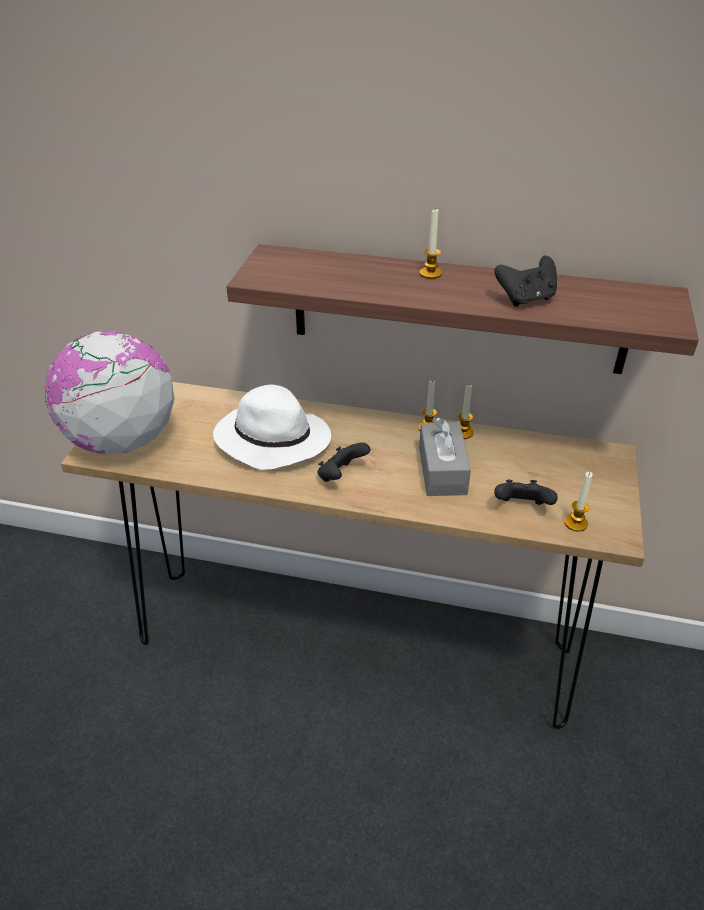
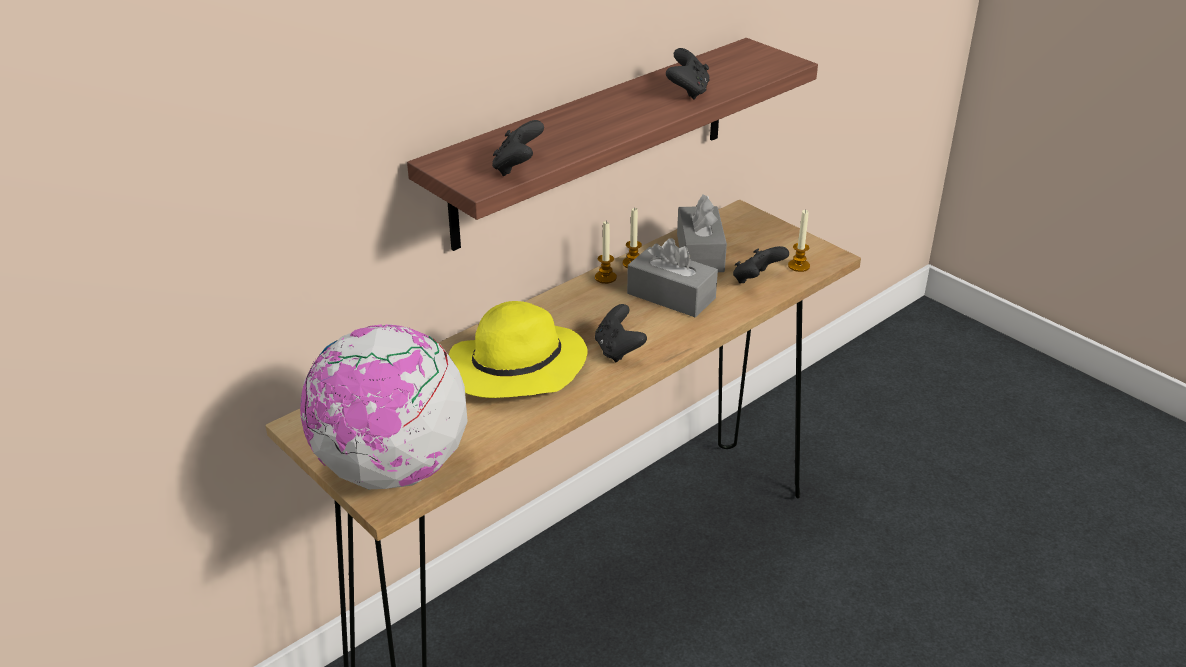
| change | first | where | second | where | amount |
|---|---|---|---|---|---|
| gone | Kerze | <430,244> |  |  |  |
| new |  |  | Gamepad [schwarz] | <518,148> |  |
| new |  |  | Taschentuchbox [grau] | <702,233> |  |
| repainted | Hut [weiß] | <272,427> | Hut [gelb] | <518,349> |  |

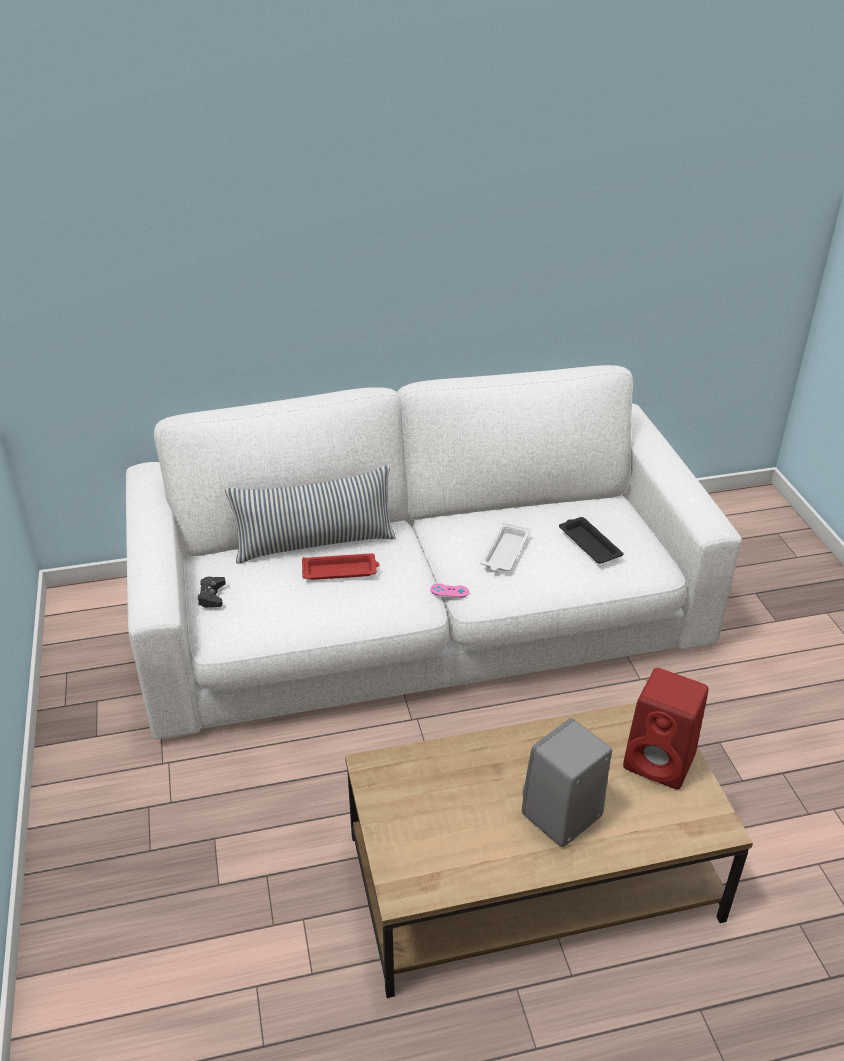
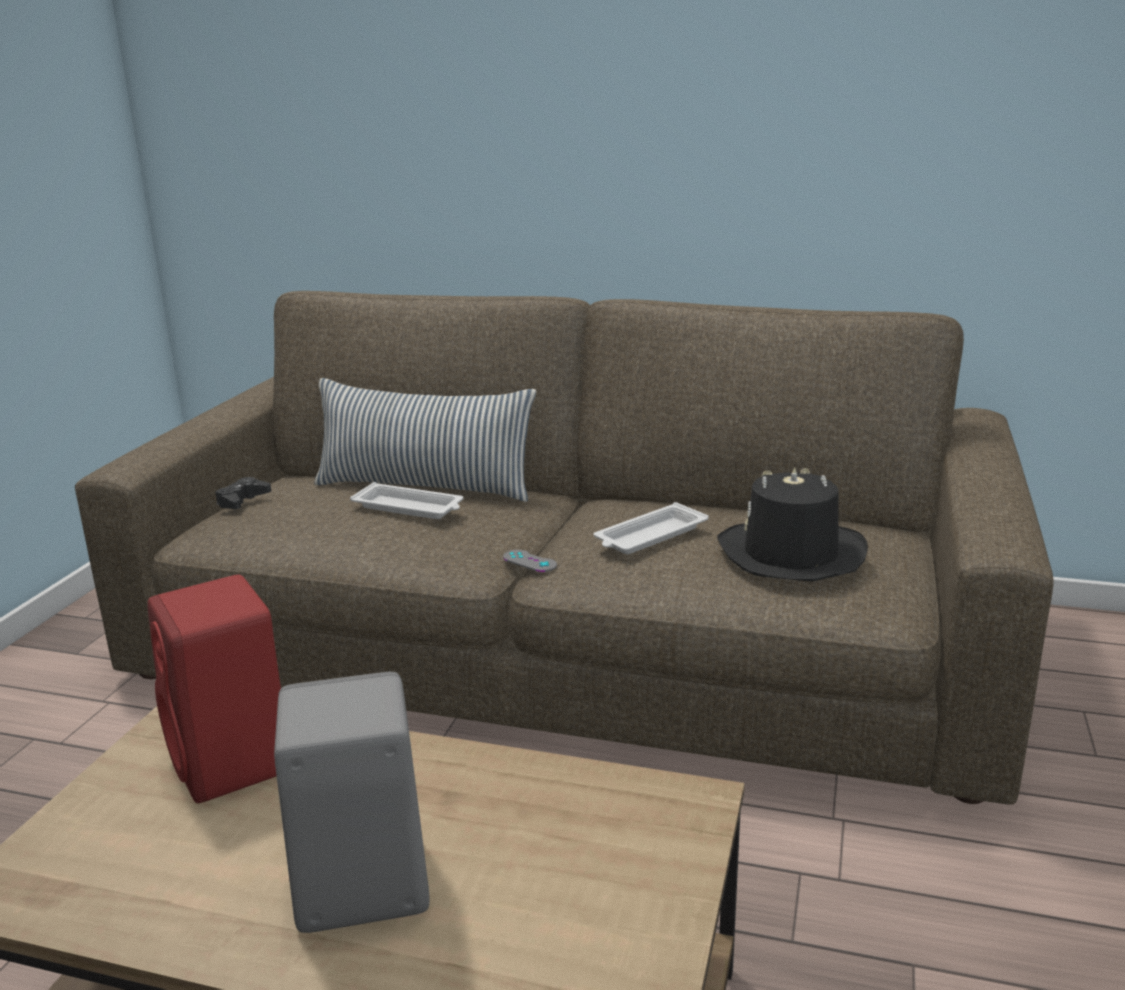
| change | first | where | second | where | amount |
|---|---|---|---|---|---|
| shifted | Lautsprecher [rot] | <665,728> |  | <214,689> |  |
| swapped | Tablett [schwarz] | <591,540> | Hut [schwarz] | <792,524> |  |
| repainted | Sofa [weiß] | <434,552> | Sofa [braun] | <564,548> |  |
| repainted | Tablett [rot] | <341,566> | Tablett [weiß] | <407,500> |  |
| repainted | Gamepad [rosa] | <449,590> | Gamepad [grau] | <530,561> |  |

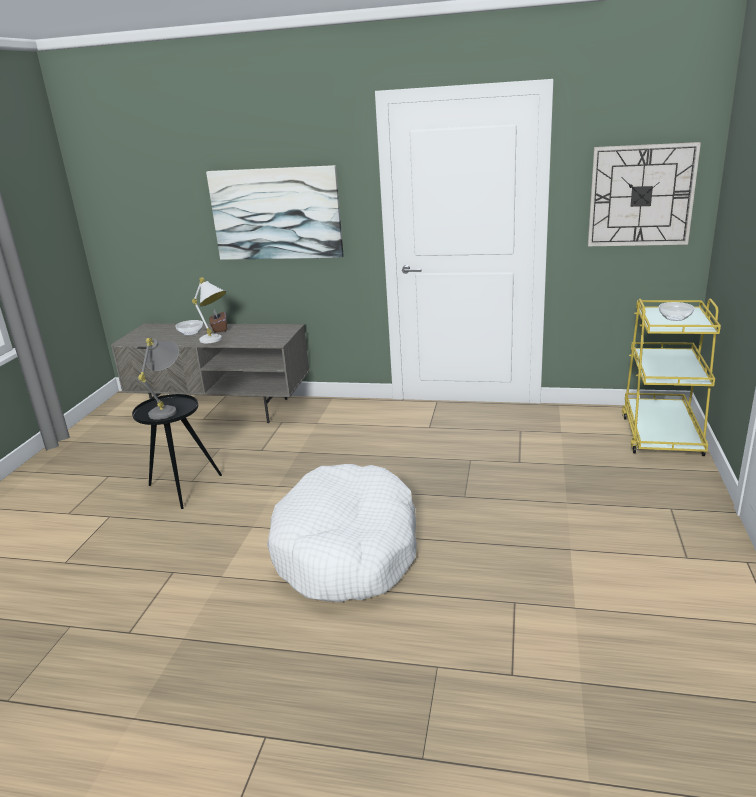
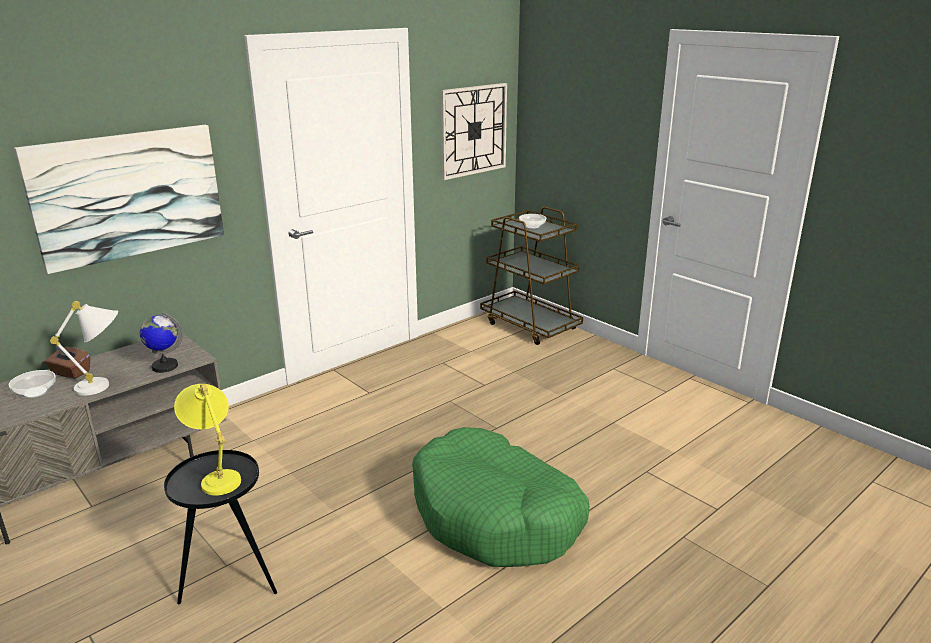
| change | first | where | second | where | amount |
|---|---|---|---|---|---|
| new |  |  | Globus | <161,343> |  |
| repainted | Tischlampe [grau] | <158,379> | Tischlampe [gelb] | <207,439> |  |
| repainted | Hundebett [weiß] | <342,533> | Hundebett [grün] | <500,497> |  |
| repainted | Rollwagen [gelb] | <671,377> | Rollwagen [braun] | <531,275> |  |

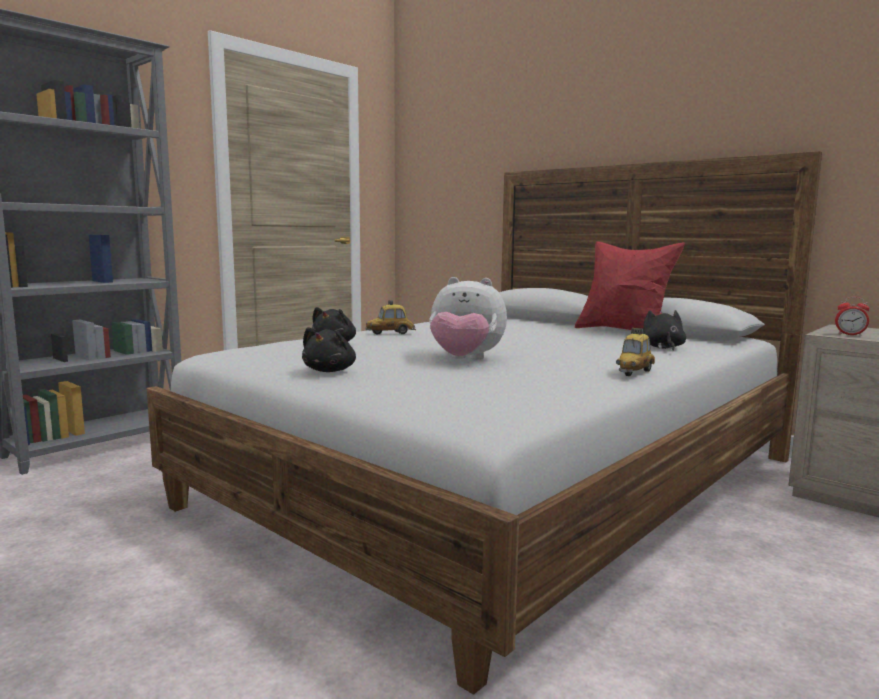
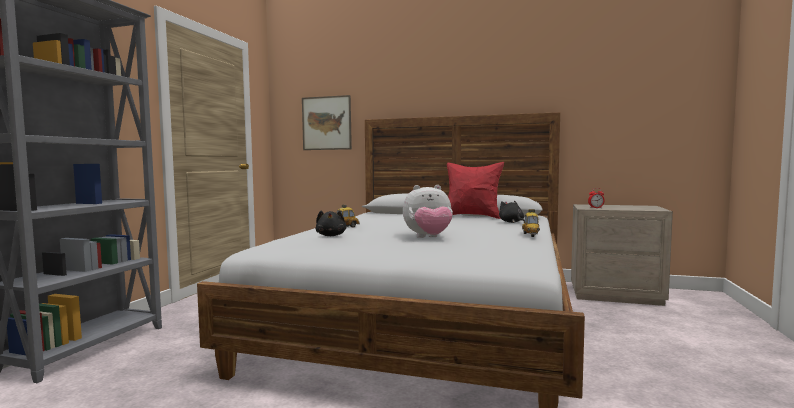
| change | first | where | second | where | amount |
|---|---|---|---|---|---|
| gone | Plüschtier [schwarz] | <329,349> |  |  |  |
| new |  |  | Bild | <327,122> |  |

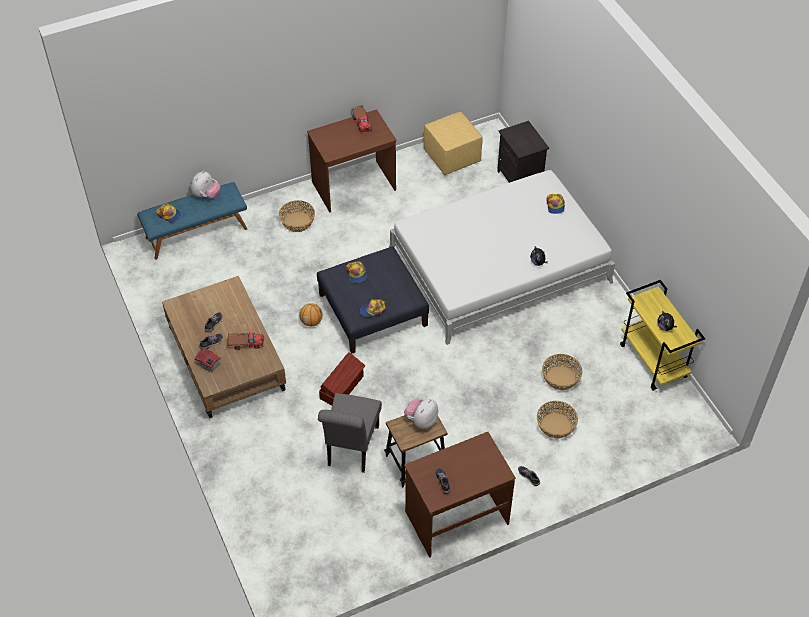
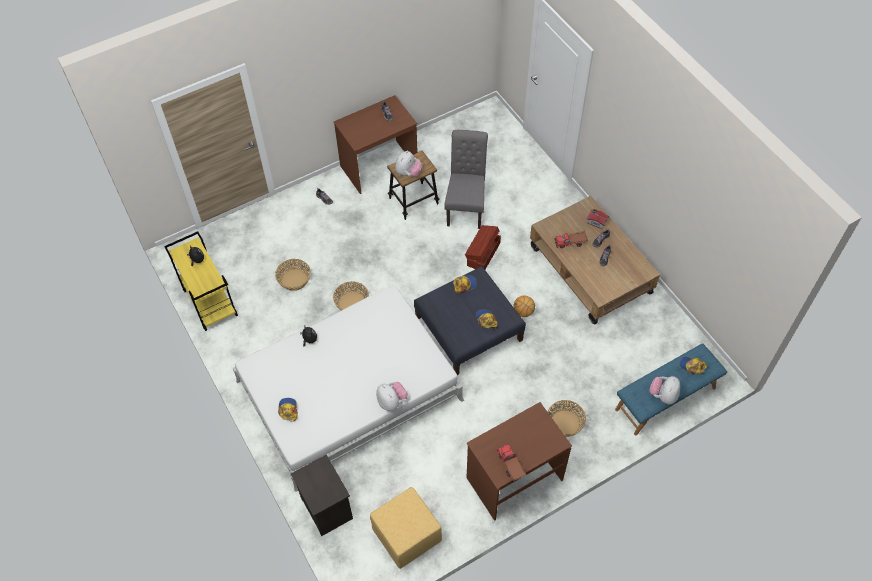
| change | first | where | second | where | amount |
|---|---|---|---|---|---|
| new |  |  | Plüschtier | <392,396> |  |
| shifted | Korb | <557,420> |  | <351,295> |  |

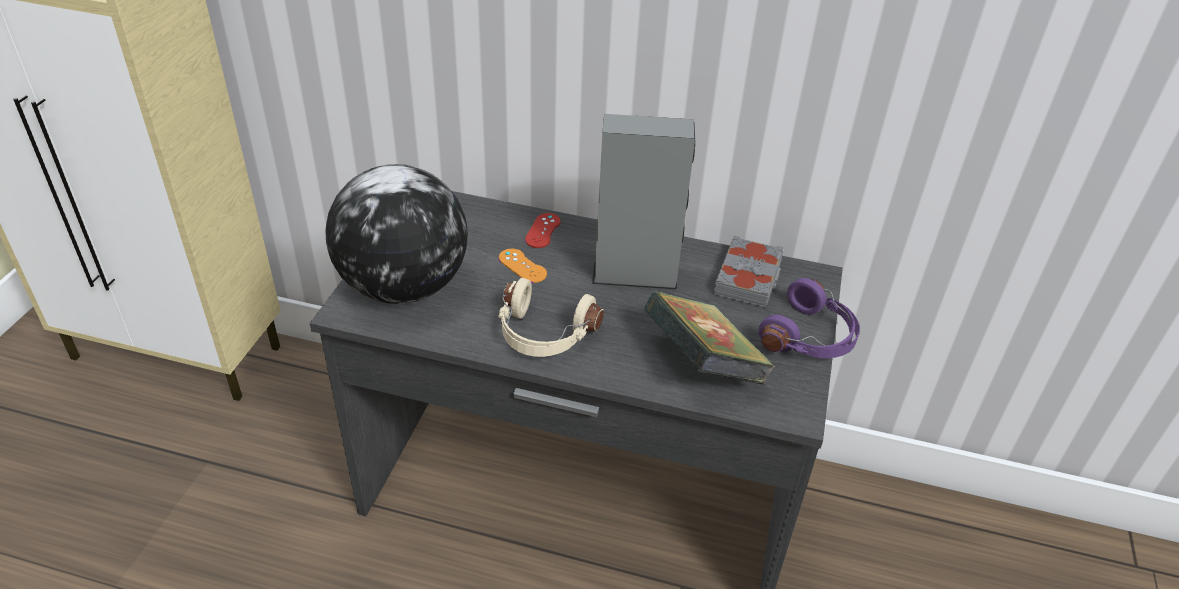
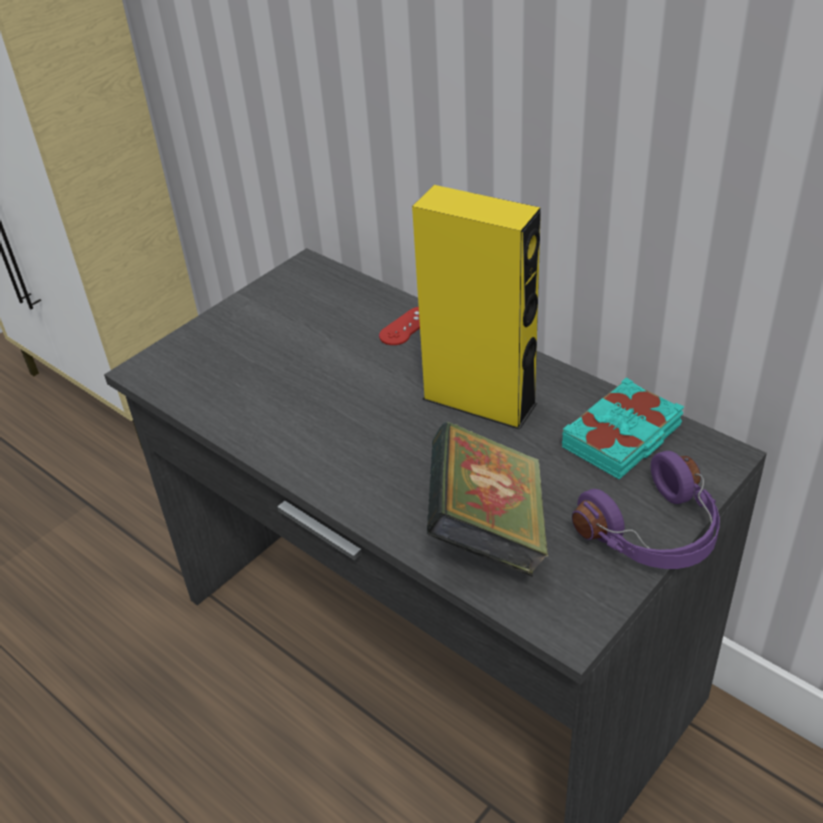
| change | first | where | second | where | amount |
|---|---|---|---|---|---|
| gone | Globus | <396,234> |  |  |  |
| gone | Kopfhörer [beige] | <551,317> |  |  |  |
| gone | Gamepad [orange] | <523,266> |  |  |  |
| repainted | Lautsprecher [grau] | <643,201> | Lautsprecher [gelb] | <476,307> |  |
| repainted | Buch [grau] | <749,272> | Buch [türkis] | <623,429> |  |

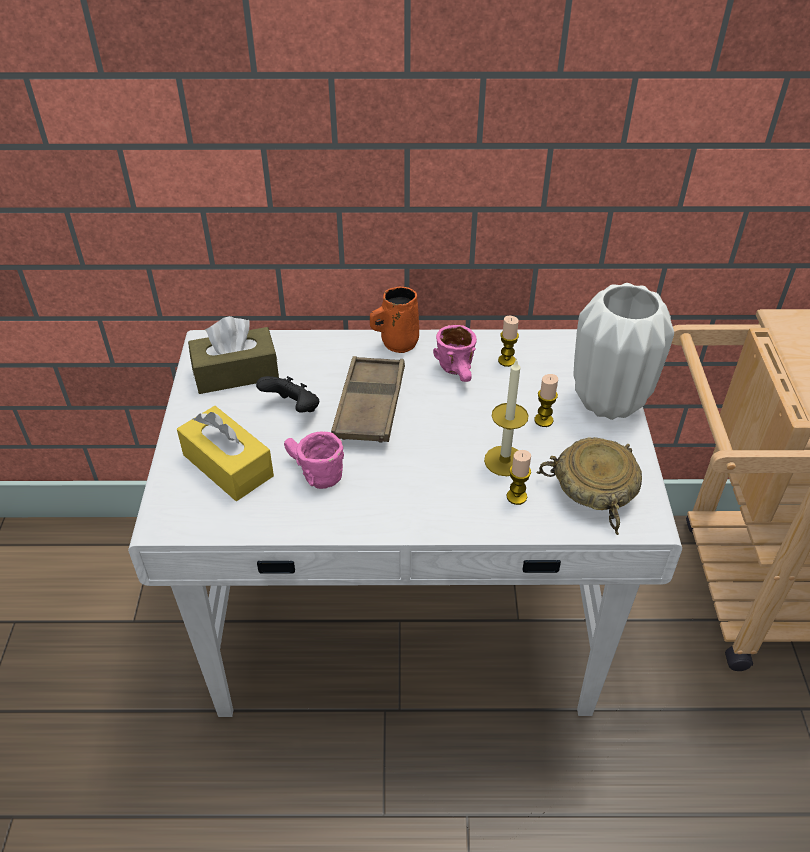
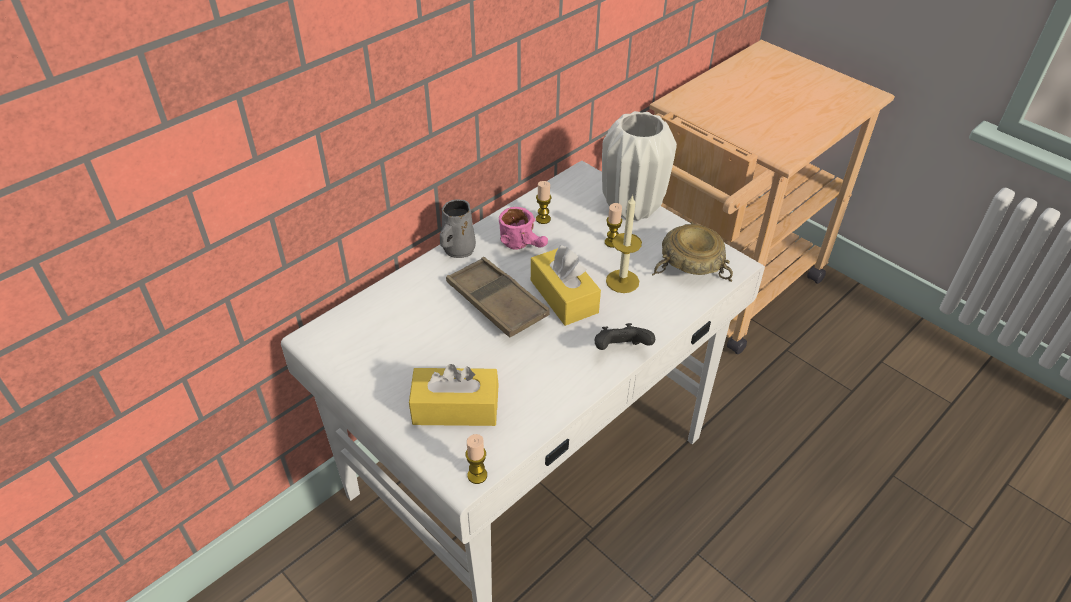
| change | first | where | second | where | amount |
|---|---|---|---|---|---|
| gone | Taschentuchbox [braun] | <233,355> |  |  |  |
| gone | Henkelbecher [rosa] | <314,460> |  |  |  |
| new |  |  | Taschentuchbox [gelb] | <566,285> |  |
| shifted | Gamepad [schwarz] | <287,394> |  | <625,336> |  |
| shifted | Kerze | <519,477> |  | <476,459> |  |
| repainted | Henkelbecher [orange] | <394,320> | Henkelbecher [grau] | <458,228> |  |

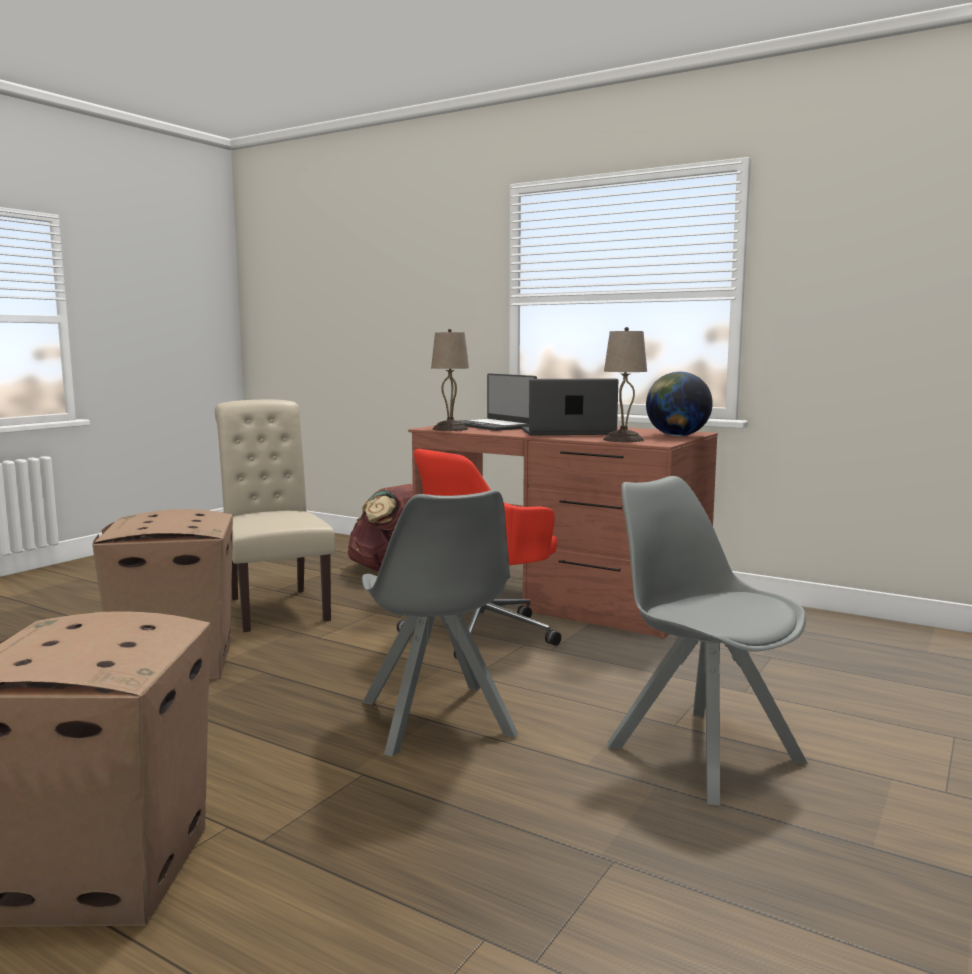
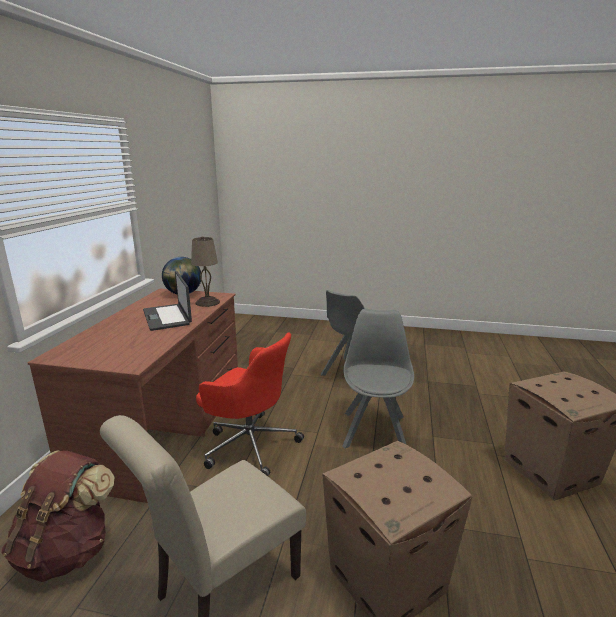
| change | first | where | second | where | amount |
|---|---|---|---|---|---|
| gone | Tischlampe [beige] | <450,380> |  |  |  |
| gone | Laptop | <497,402> |  |  |  |
| rotated | Stuhl [grau] | <440,623> |  | <378,379> | 45 degrees counterclockwise |

